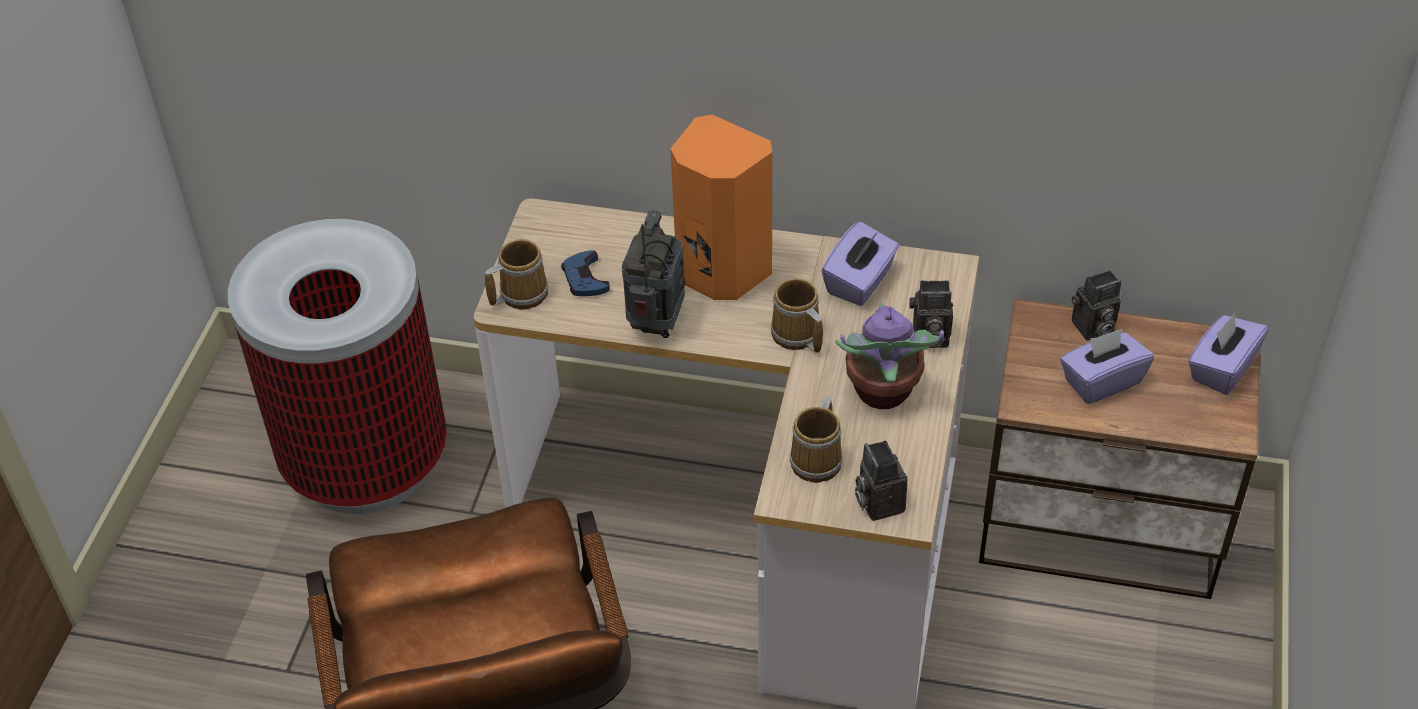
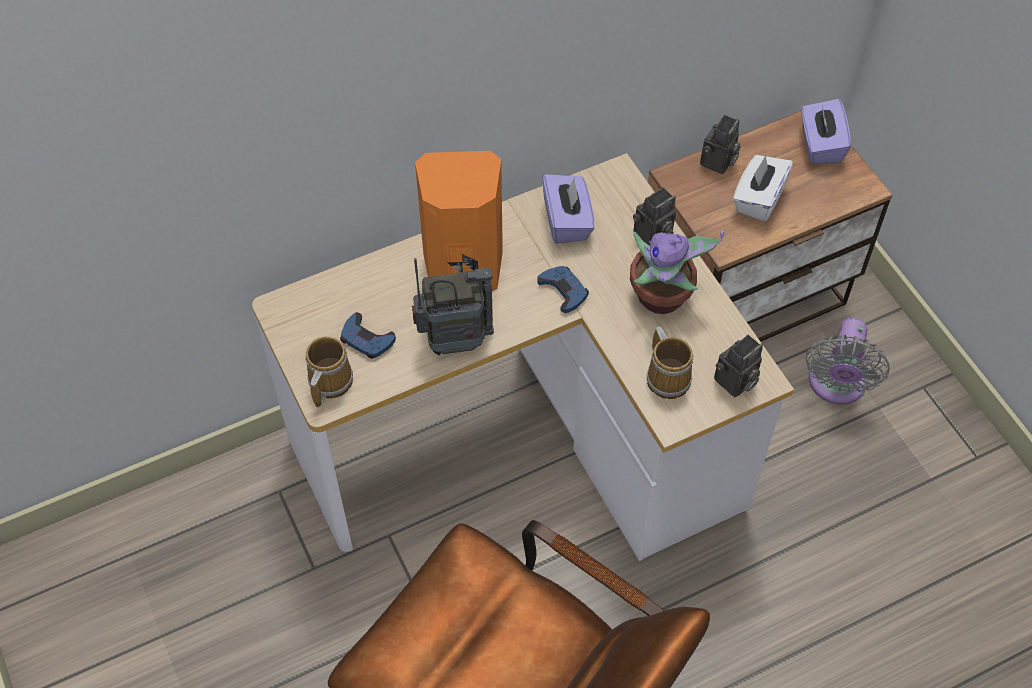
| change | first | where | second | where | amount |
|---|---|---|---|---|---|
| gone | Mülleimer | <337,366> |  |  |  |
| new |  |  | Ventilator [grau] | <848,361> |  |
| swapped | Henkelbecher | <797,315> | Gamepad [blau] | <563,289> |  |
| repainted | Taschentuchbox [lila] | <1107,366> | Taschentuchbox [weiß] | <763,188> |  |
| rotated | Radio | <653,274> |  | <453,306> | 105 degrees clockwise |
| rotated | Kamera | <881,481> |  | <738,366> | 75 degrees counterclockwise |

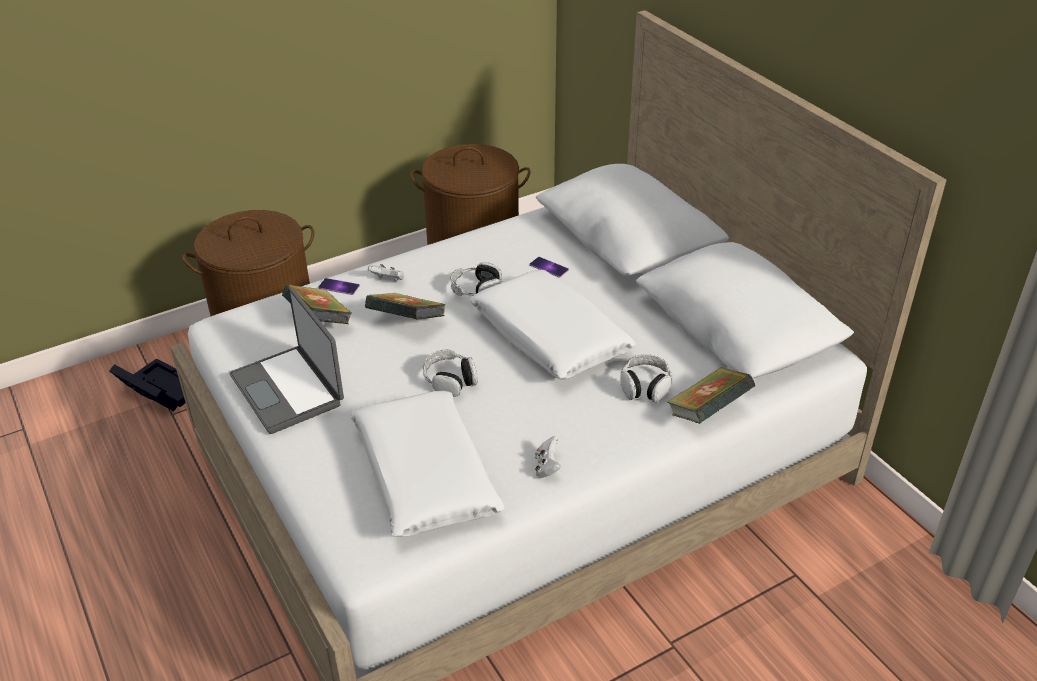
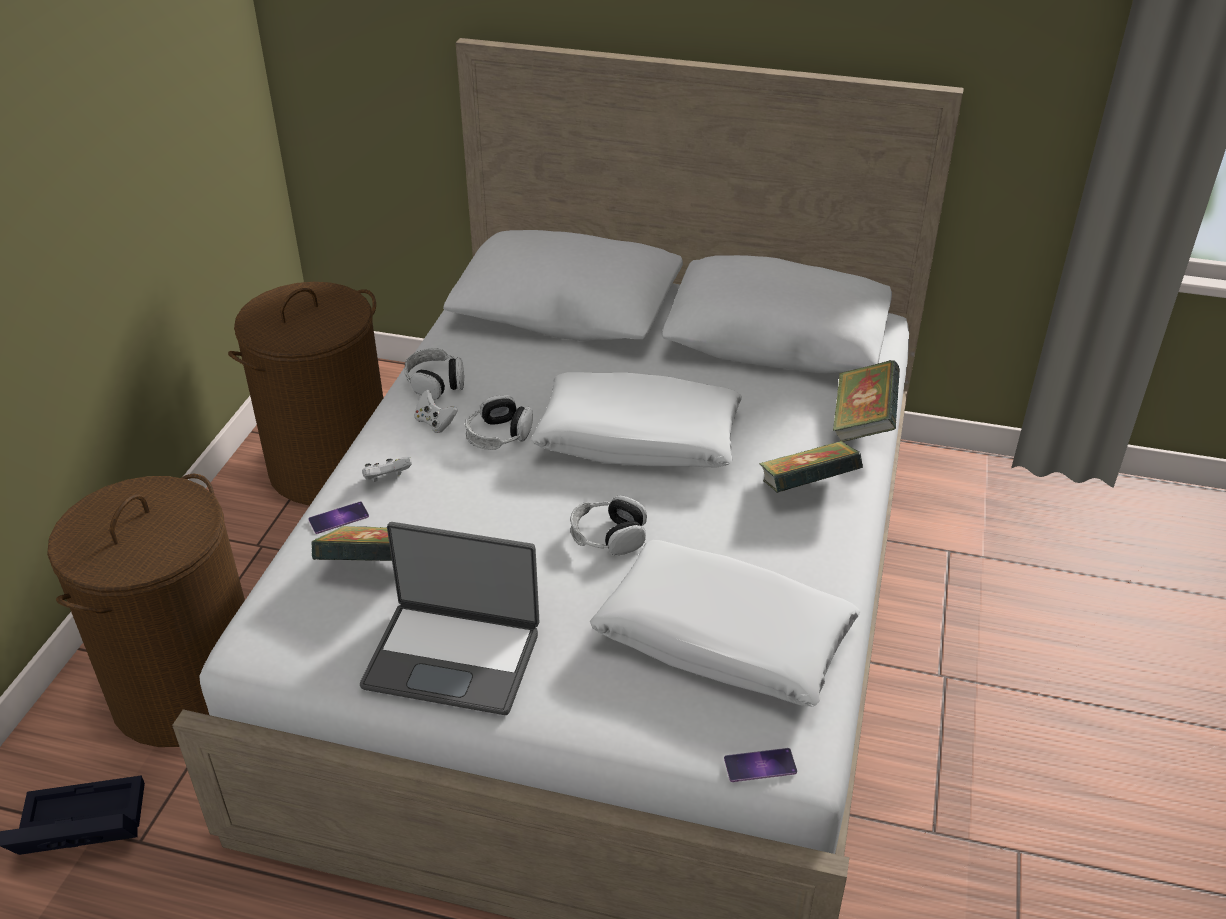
| change | first | where | second | where | amount |
|---|---|---|---|---|---|
| shifted | Buch | <405,306> |  | <811,467> |  |
| shifted | Handy | <549,267> |  | <760,765> |  |
| shifted | Gamepad [weiß] | <548,457> |  | <436,411> |  |
| shifted | Kopfhörer | <646,378> |  | <434,374> |  |

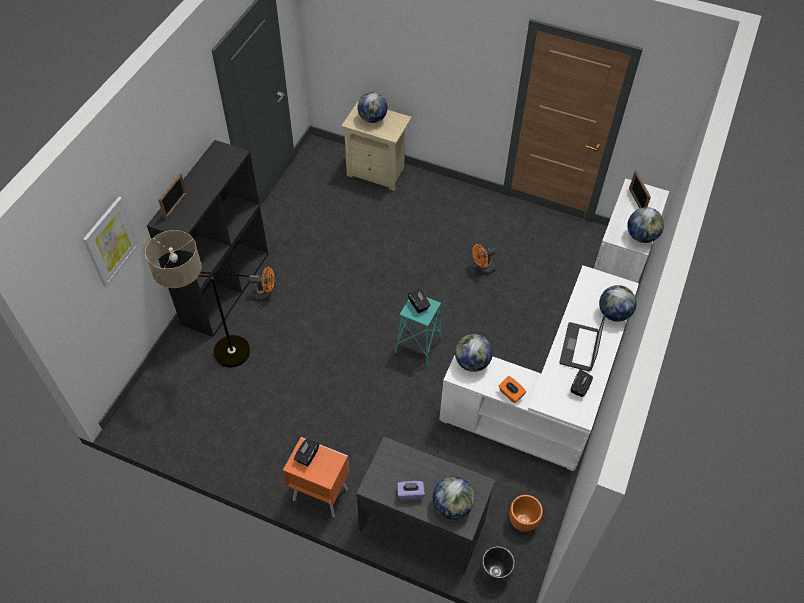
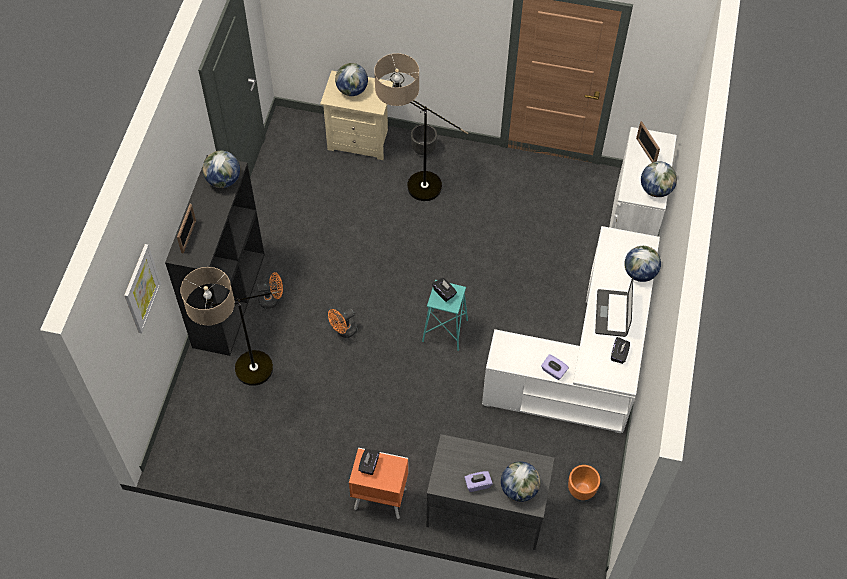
| change | first | where | second | where | amount |
|---|---|---|---|---|---|
| new |  |  | Stehlampe | <421,127> |  |
| shifted | Globus | <474,353> |  | <221,169> |  |
| shifted | Ventilator [orange] | <484,259> |  | <342,323> |  |
| shifted | Pflanzkübel [schwarz] | <498,565> |  | <424,139> |  |
| repainted | Taschentuchbox [orange] | <512,389> | Taschentuchbox [lila] | <555,367> |  |

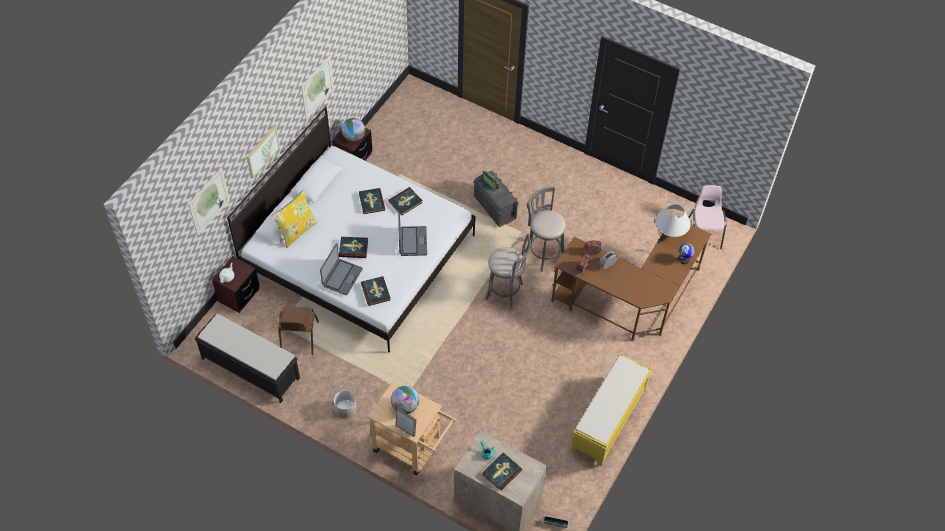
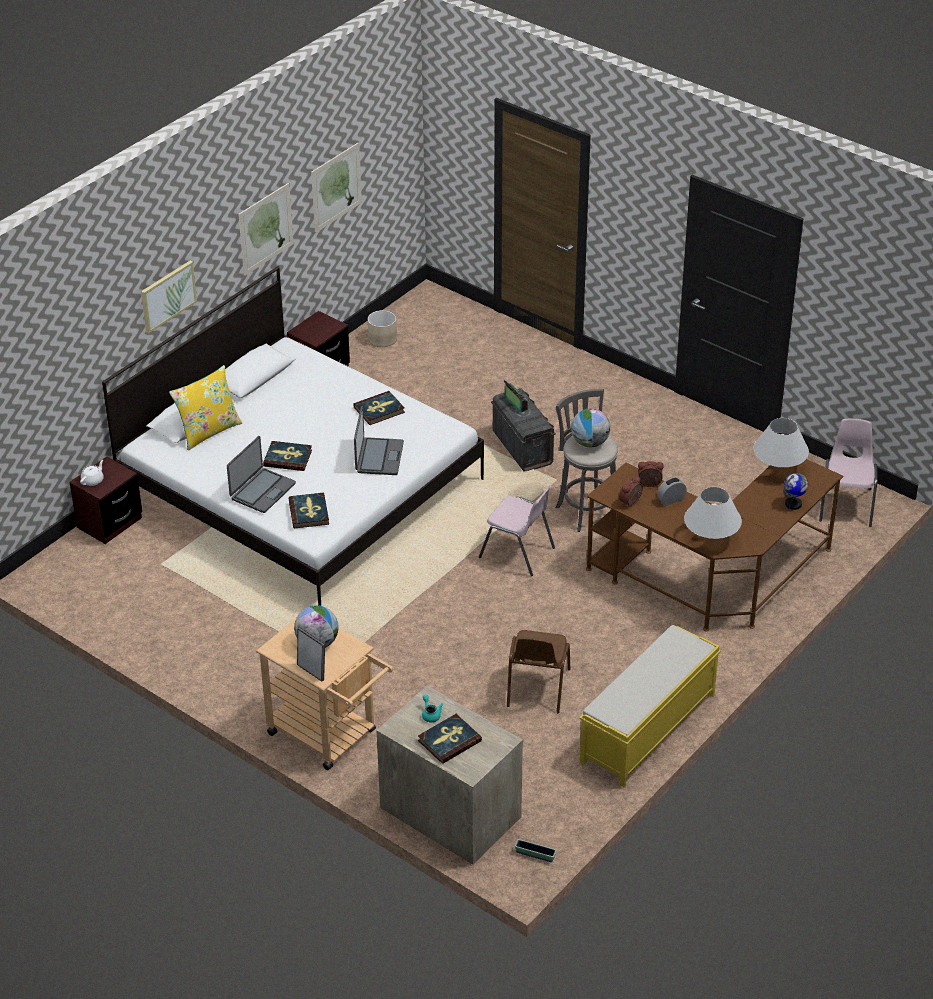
| change | first | where | second | where | amount |
|---|---|---|---|---|---|
| gone | Bank [schwarz] | <247,358> |  |  |  |
| gone | Buch | <372,201> |  |  |  |
| new |  |  | Tischlampe [weiß] | <713,513> |  |
| shifted | Bild | <209,202> |  | <336,188> |  |
| shifted | Stuhl [braun] | <298,331> |  | <538,671> |  |
| shifted | Pflanzkübel [beige] | <345,404> |  | <382,328> |  |
| shifted | Globus | <353,130> |  | <590,427> |  |
| swapped | Hocker [grau] | <508,271> | Stuhl [rosa] | <517,530> |  |

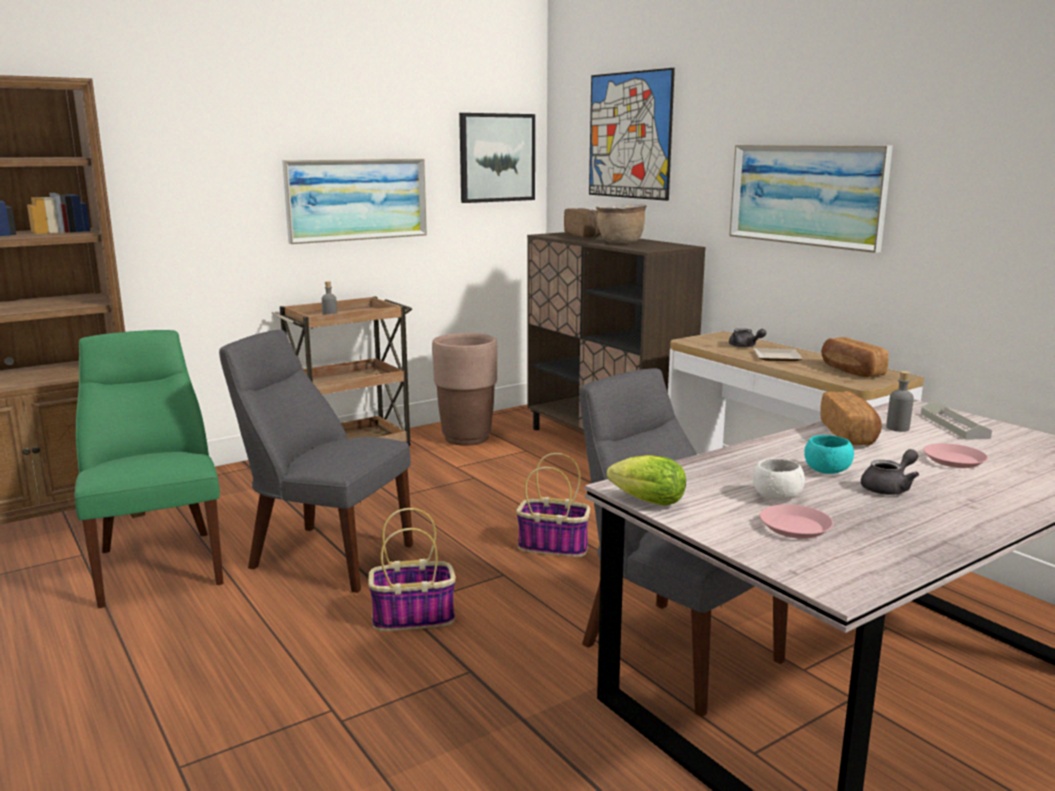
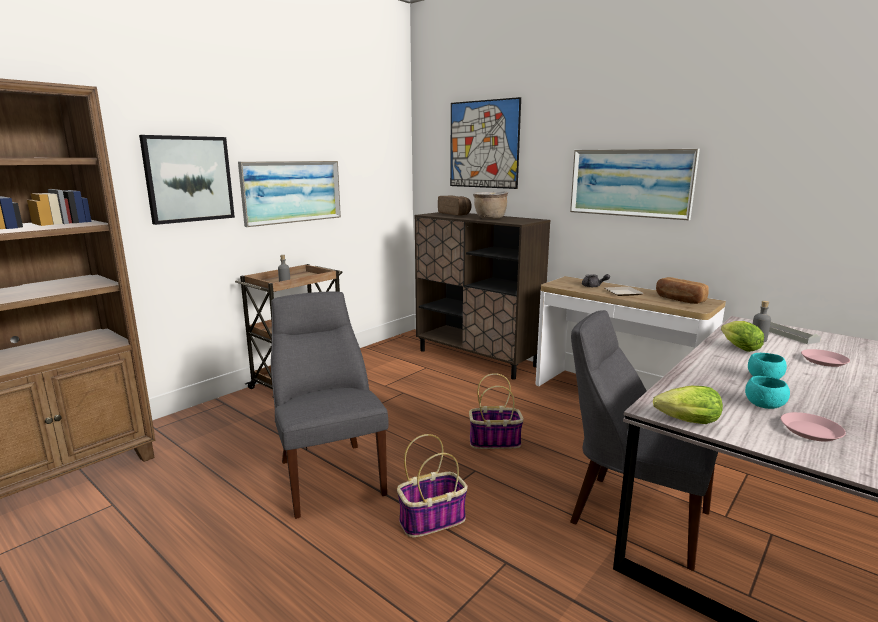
| change | first | where | second | where | amount |
|---|---|---|---|---|---|
| gone | Stuhl [grün] | <149,469> |  |  |  |
| gone | Pflanzkübel [braun] | <465,389> |  |  |  |
| gone | Teekanne [grau] | <890,472> |  |  |  |
| shifted | Bild | <497,158> |  | <187,180> |  |
| swapped | Brot | <851,418> | Salatkopf | <742,336> |  |
| repainted | Schüssel [weiß] | <779,479> | Schüssel [türkis] | <767,392> |  |
| rotated | Stuhl [grau] | <316,461> |  | <330,405> | 60 degrees clockwise |

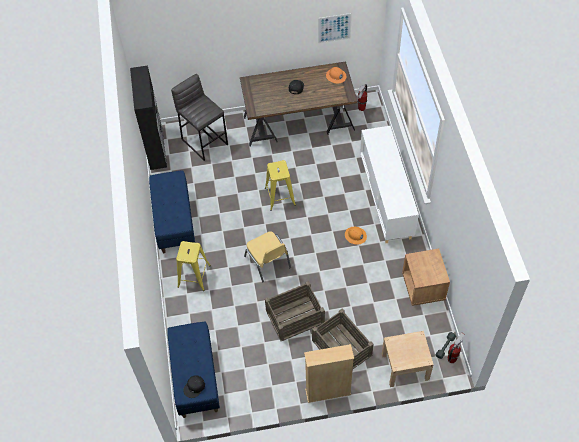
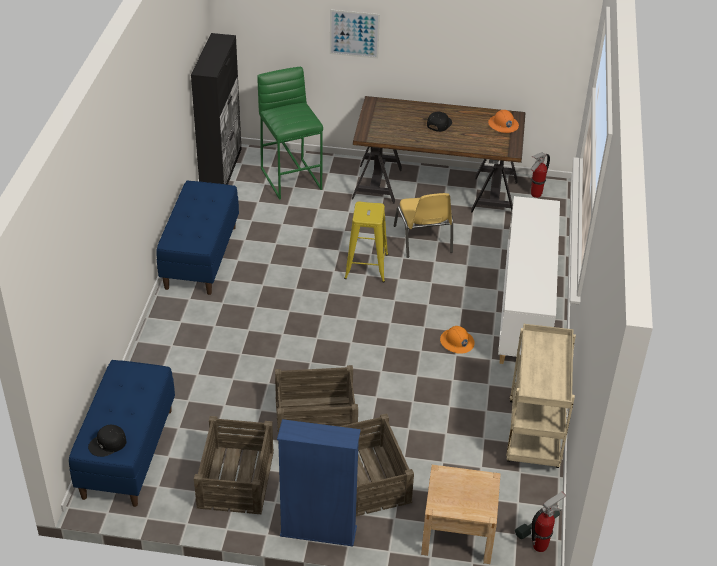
| change | first | where | second | where | amount |
|---|---|---|---|---|---|
| gone | Hocker [gelb] | <193,266> |  |  |  |
| new |  |  | Kiste | <234,465> |  |
| shifted | Stuhl [gelb] | <267,256> |  | <423,225> |  |
| shifted | Bild | <335,28> |  | <355,34> |  |
| swapped | Nachttisch [braun] | <426,277> | Rollwagen [beige] | <541,396> |  |
| repainted | Hocker [grau] | <199,117> | Hocker [grün] | <290,133> |  |
| repainted | Bücherregal [beige] | <329,373> | Bücherregal [blau] | <319,482> |  |

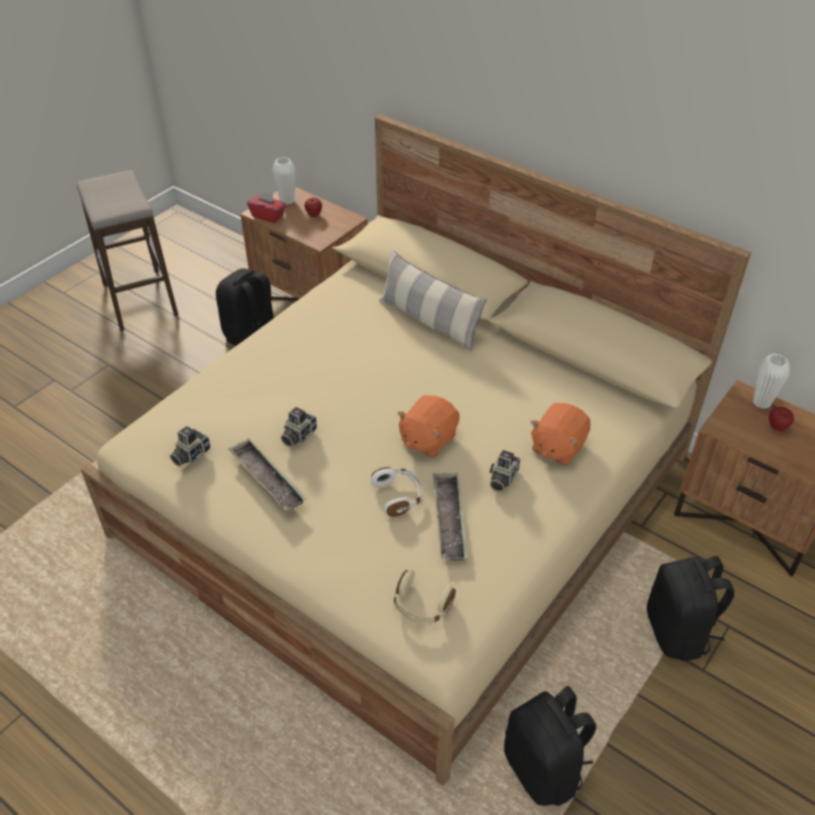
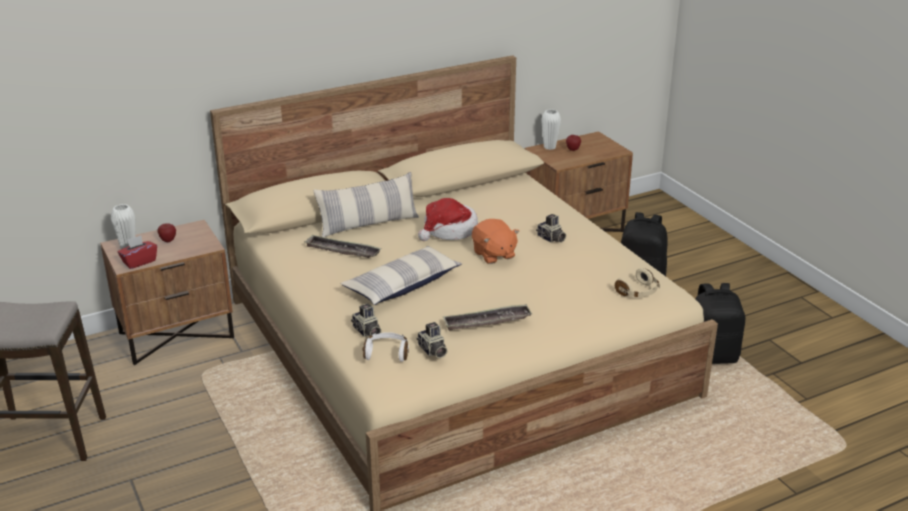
| change | first | where | second | where | amount |
|---|---|---|---|---|---|
| gone | Rucksack [schwarz] | <245,307> |  |  |  |
| gone | Plüschtier [orange] | <560,434> |  |  |  |
| new |  |  | Kissen | <401,275> |  |
| new |  |  | Hut | <448,219> |  |
| shifted | Kamera | <299,427> |  | <366,320> |  |
| shifted | Kopfhörer [weiß] | <397,492> |  | <386,347> |  |
| shifted | Tablett | <450,516> |  | <343,246> |  |

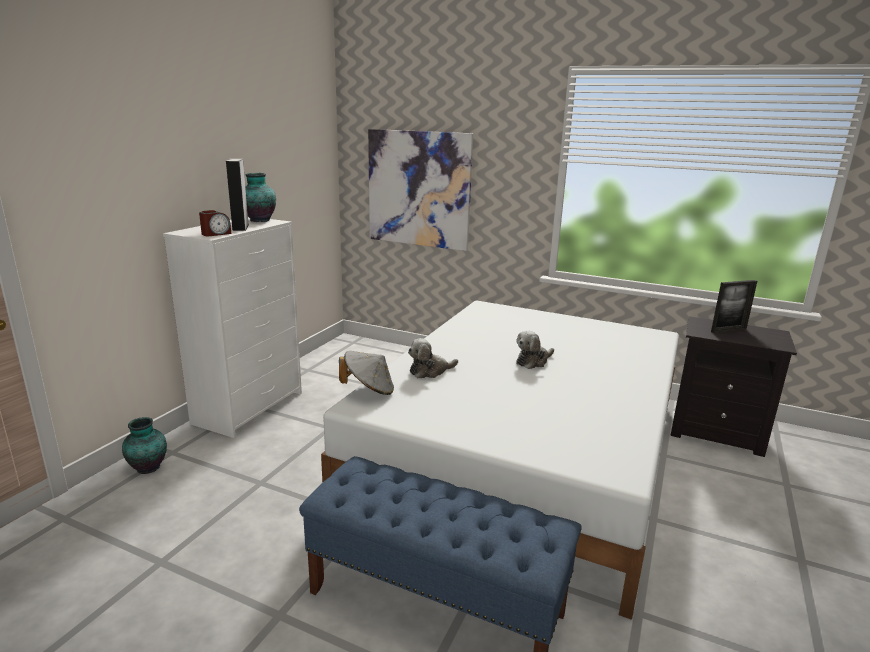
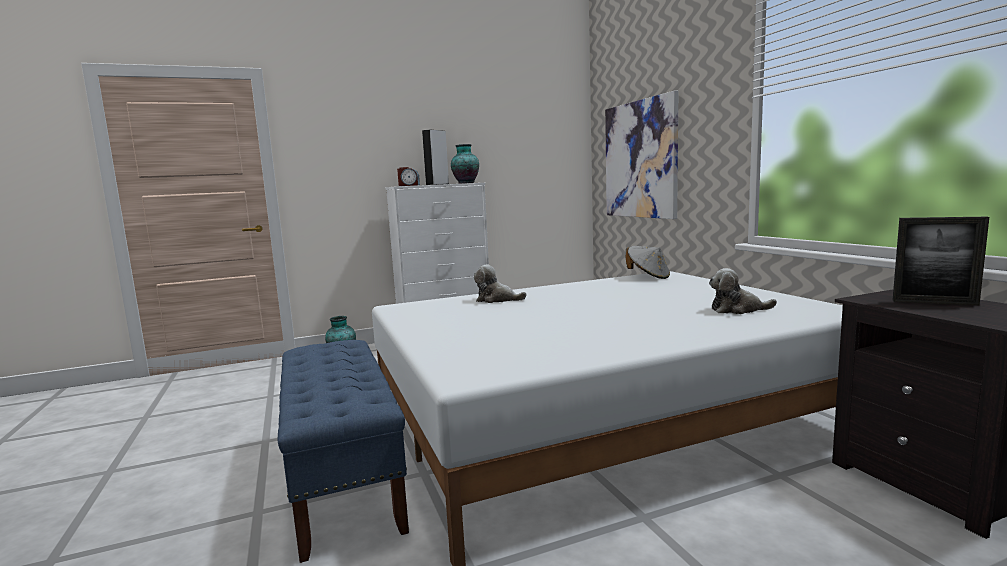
| change | first | where | second | where | amount |
|---|---|---|---|---|---|
| shifted | Hut [grau] | <366,373> |  | <648,262> |  |
| shifted | Plüschtier | <535,350> |  | <743,291> |  |

